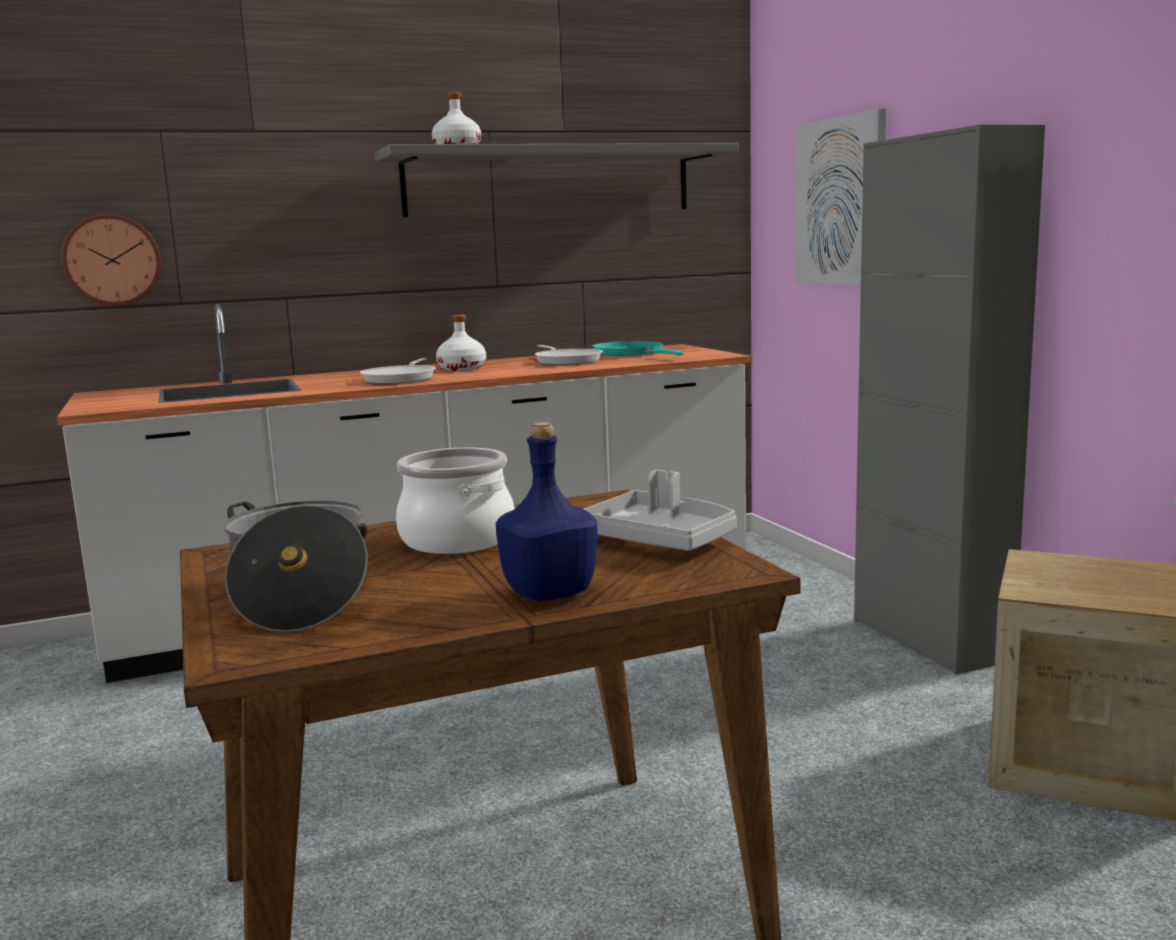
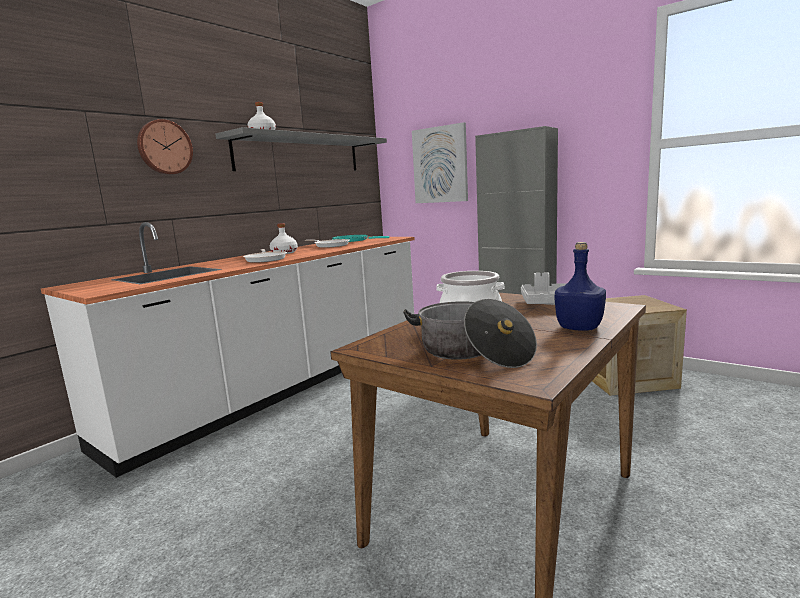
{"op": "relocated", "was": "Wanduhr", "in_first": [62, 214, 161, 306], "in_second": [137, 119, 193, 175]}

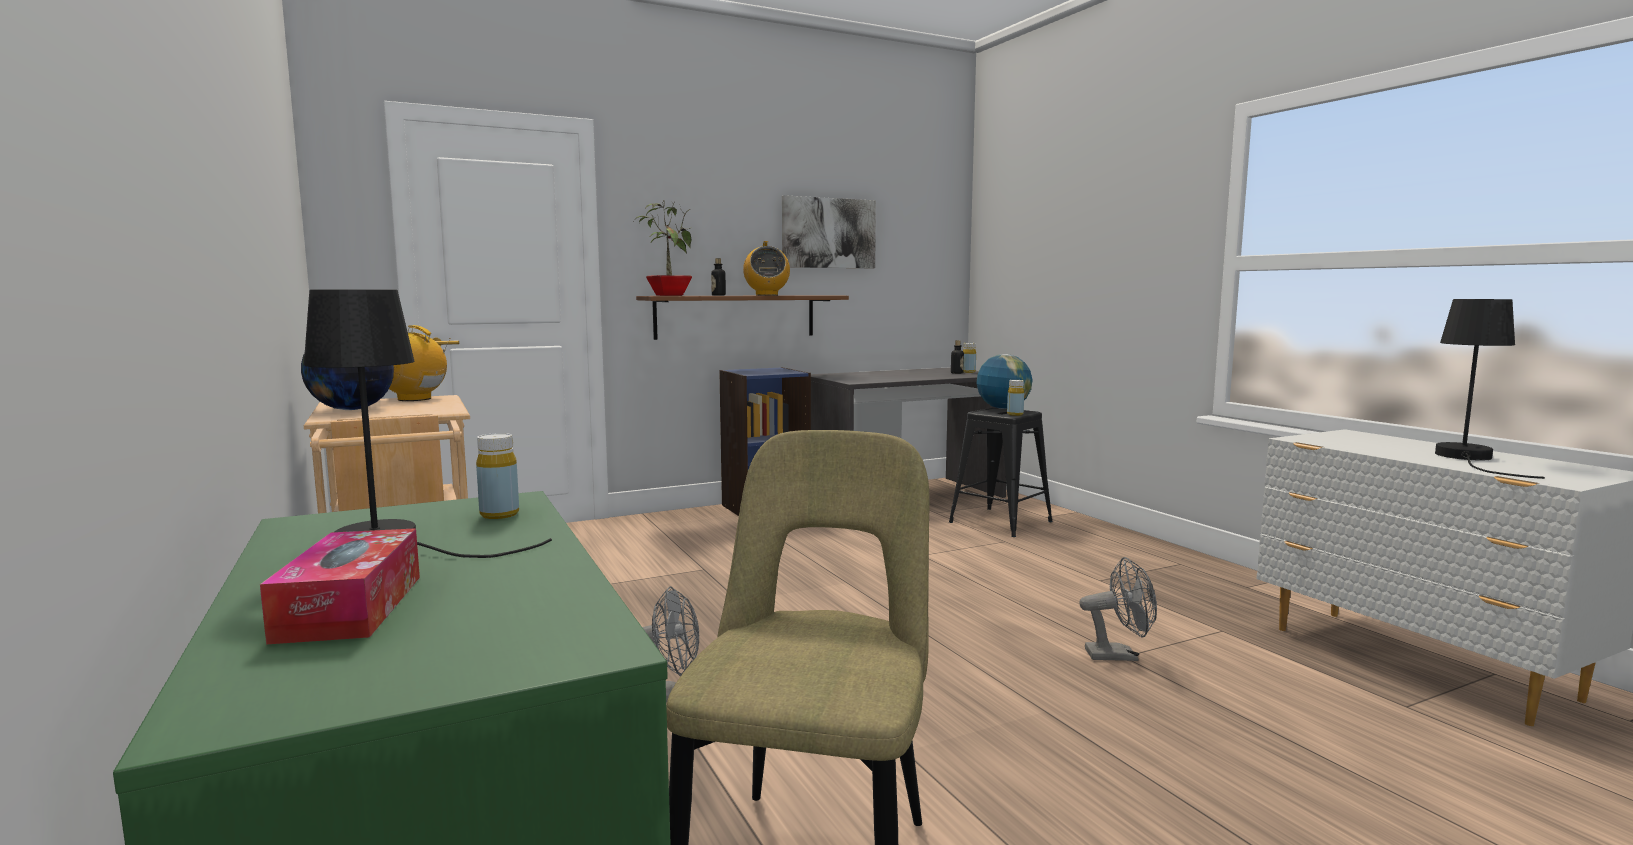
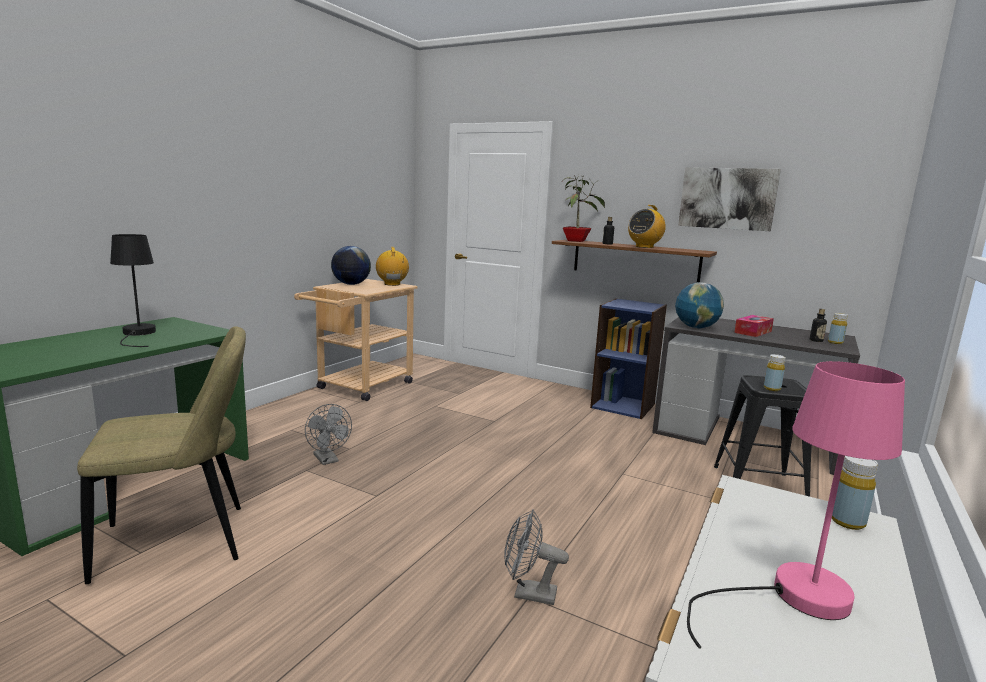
{"op": "spun", "was": "Ventilator (grau)", "in_first": [1079, 557, 1157, 661], "in_second": [504, 510, 569, 605], "clockwise": 135}
{"op": "relocated", "was": "Globus", "in_first": [976, 354, 1033, 409], "in_second": [675, 282, 724, 328]}
{"op": "colour", "was": "Tischlampe (schwarz)", "now": "Tischlampe (rosa)", "in_first": [1435, 299, 1545, 479], "in_second": [687, 361, 905, 649]}
{"op": "relocated", "was": "Taschentuchbox", "in_first": [260, 528, 420, 645], "in_second": [734, 315, 774, 337]}
{"op": "relocated", "was": "Flasche (gelb)", "in_first": [476, 433, 519, 519], "in_second": [832, 456, 878, 530]}

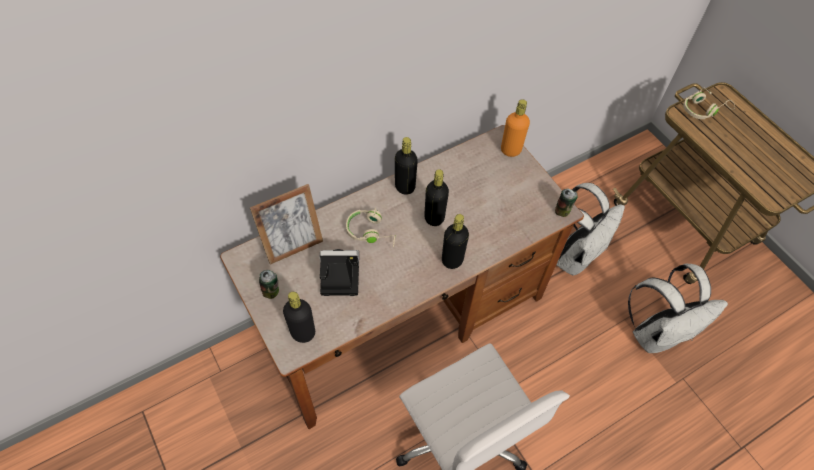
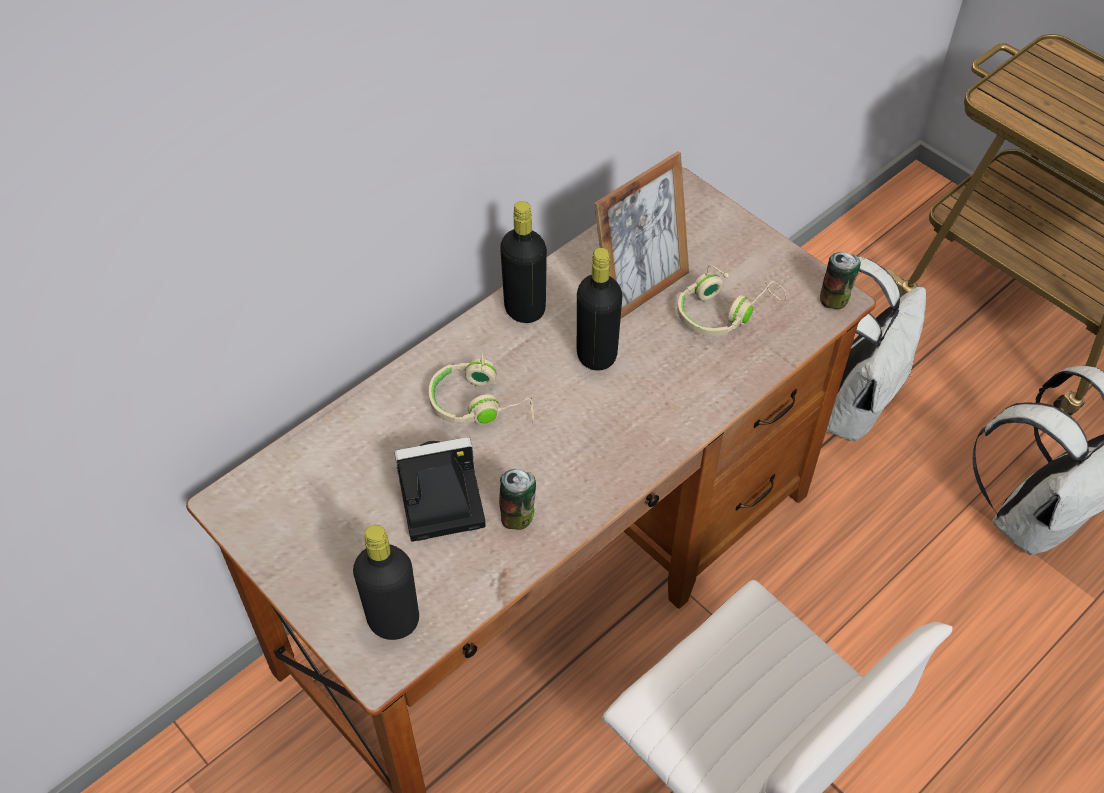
{"op": "relocated", "was": "Dose", "in_first": [259, 270, 279, 299], "in_second": [499, 469, 536, 530]}
{"op": "relocated", "was": "Bilderrahmen", "in_first": [250, 184, 323, 265], "in_second": [594, 151, 689, 319]}
{"op": "relocated", "was": "Kopfhörer (beige)", "in_first": [683, 87, 735, 119], "in_second": [677, 265, 786, 336]}
{"op": "missing", "was": "Flasche (schwarz)", "in_first": [442, 214, 469, 269]}
{"op": "missing", "was": "Flasche (orange)", "in_first": [501, 99, 530, 157]}

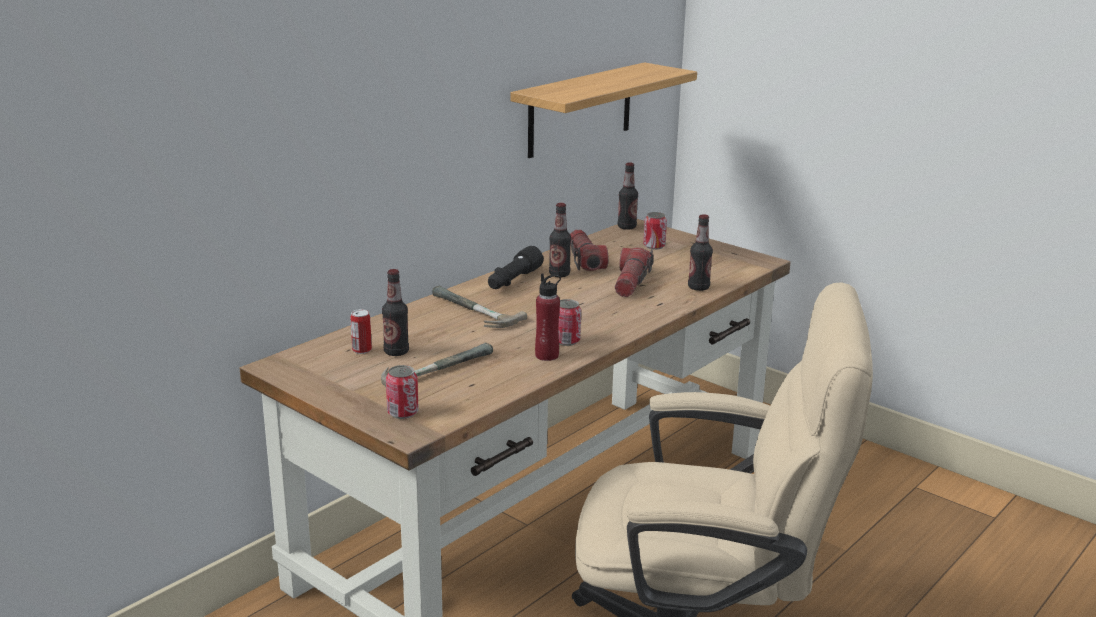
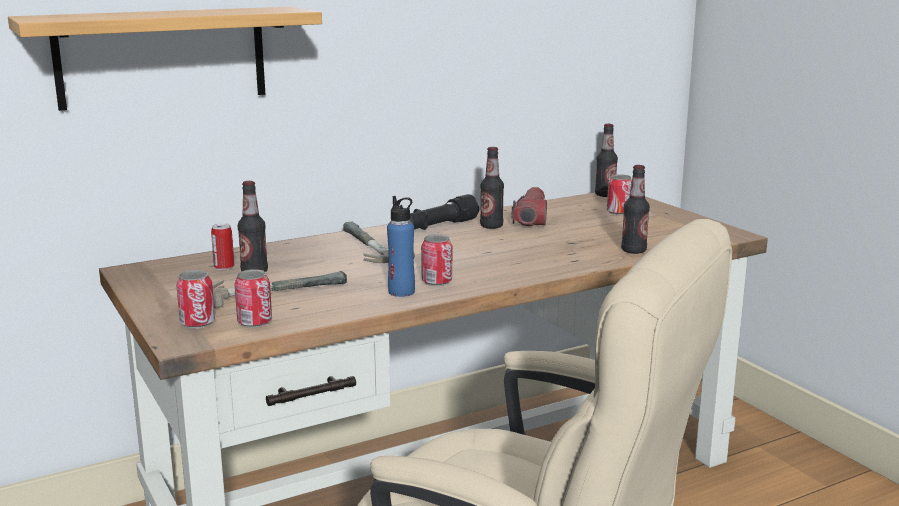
{"op": "relocated", "was": "Wandregal", "in_first": [510, 62, 697, 158], "in_second": [8, 7, 322, 111]}
{"op": "appeared", "now": "Dose", "in_second": [234, 269, 272, 328]}
{"op": "colour", "was": "Flasche (rot)", "now": "Flasche (blau)", "in_first": [535, 274, 561, 361], "in_second": [387, 196, 415, 297]}
{"op": "missing", "was": "Taschenlampe", "in_first": [615, 248, 654, 297]}

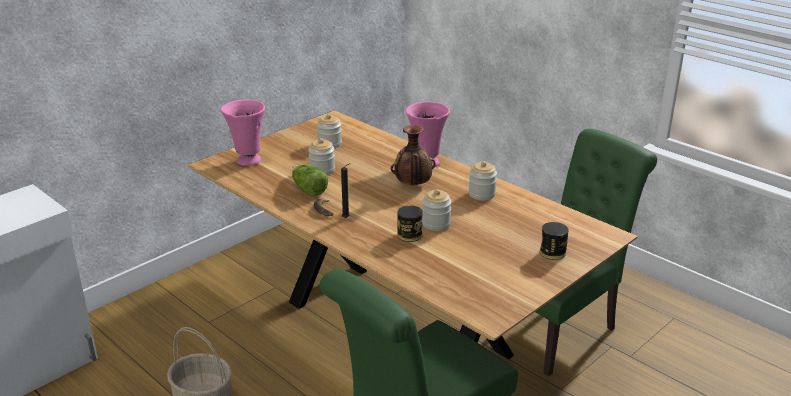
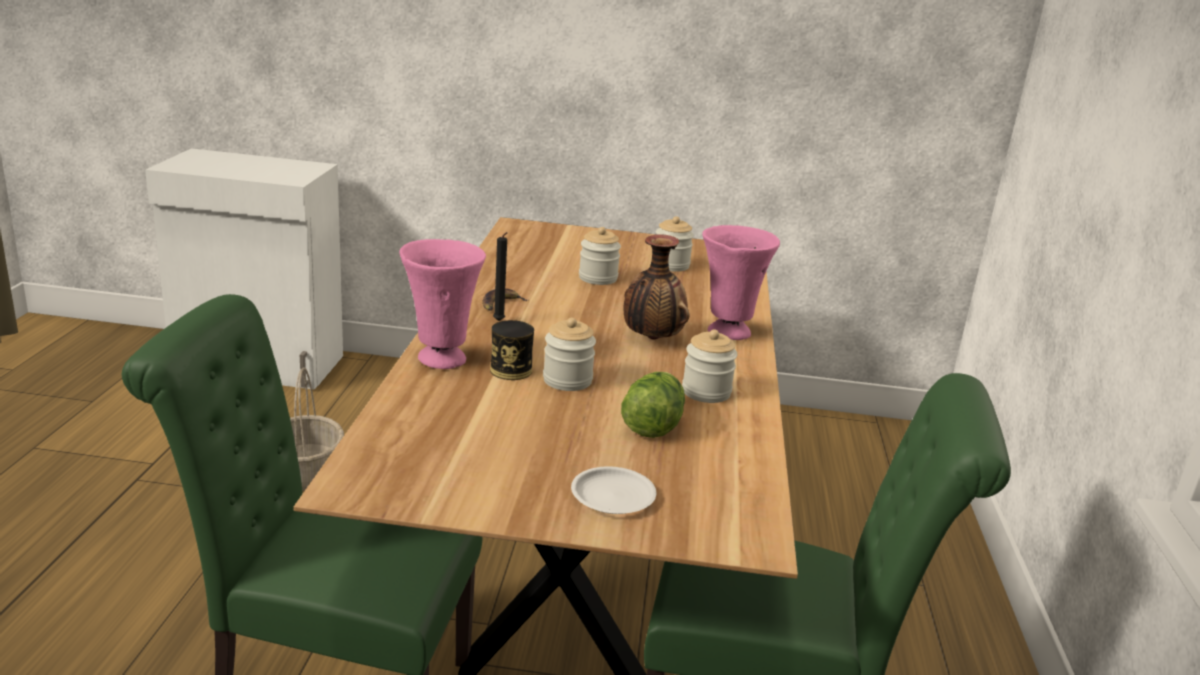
{"op": "relocated", "was": "Vase (rosa)", "in_first": [221, 100, 265, 166], "in_second": [399, 239, 486, 369]}
{"op": "exchanged", "was": "Dose", "now": "Teller (weiß)", "in_first": [540, 222, 569, 260], "in_second": [571, 467, 657, 514]}
{"op": "relocated", "was": "Salatkopf", "in_first": [292, 164, 328, 196], "in_second": [621, 372, 685, 438]}

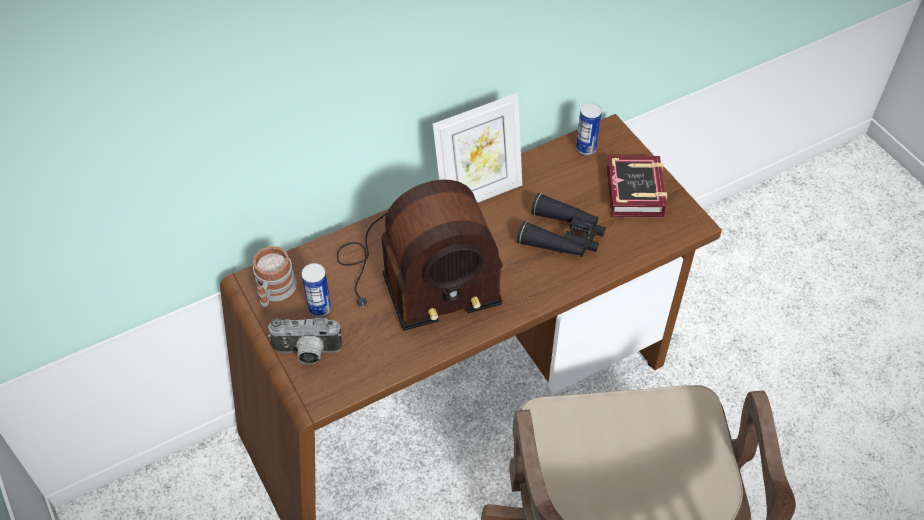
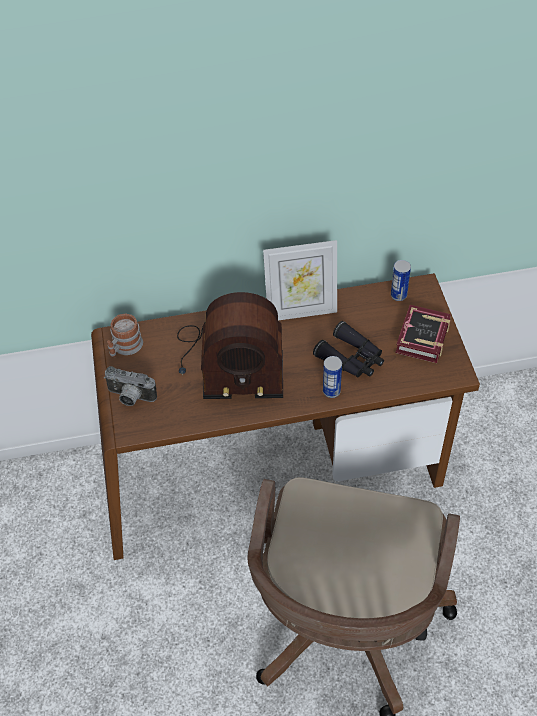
{"op": "relocated", "was": "Dose", "in_first": [301, 263, 331, 317], "in_second": [323, 356, 342, 398]}

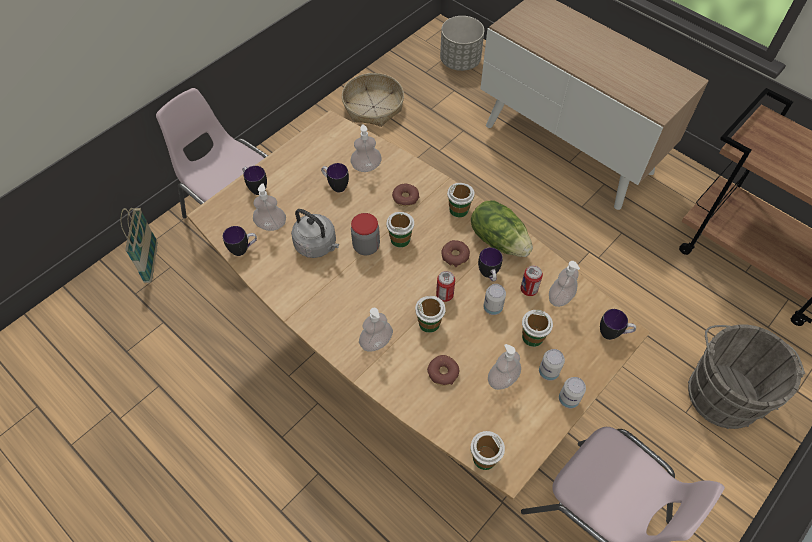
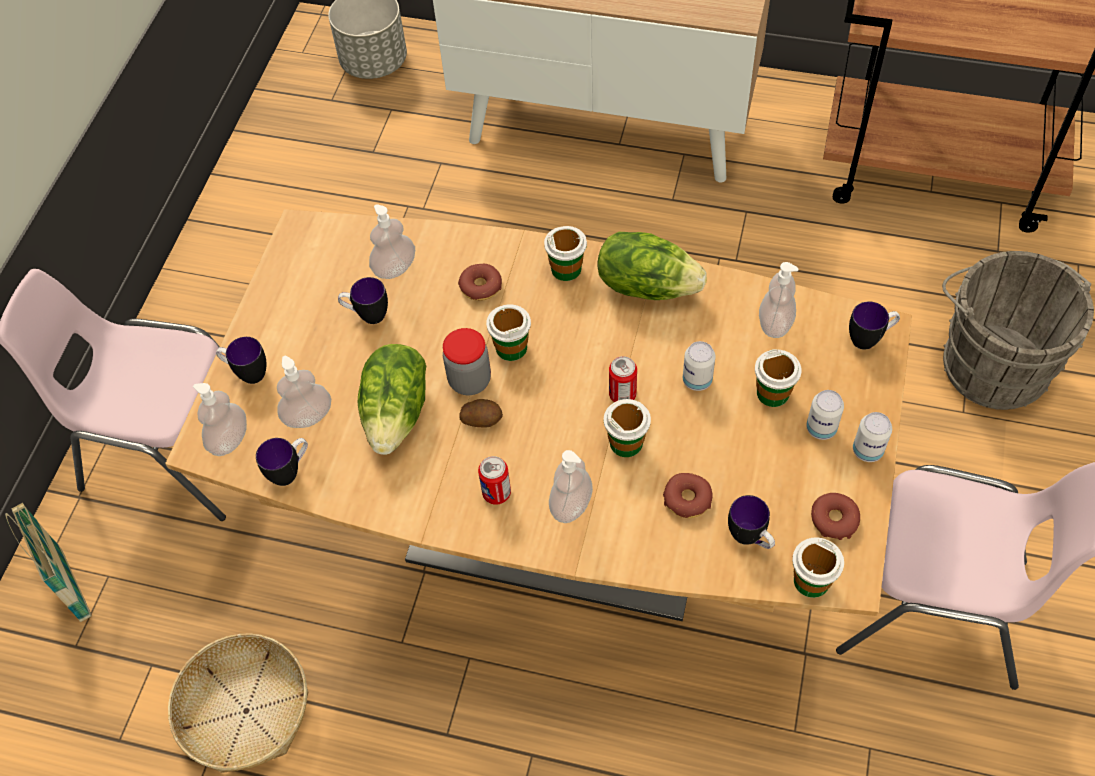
{"op": "relocated", "was": "Korb", "in_first": [342, 73, 404, 127], "in_second": [168, 633, 308, 773]}
{"op": "relocated", "was": "Seifenspender", "in_first": [488, 344, 521, 390], "in_second": [193, 383, 247, 456]}
{"op": "exchanged", "was": "Wasserkessel (grau)", "now": "Salatkopf", "in_first": [291, 209, 339, 258], "in_second": [358, 344, 426, 455]}
{"op": "appeared", "now": "Kartoffel", "in_second": [459, 399, 503, 428]}
{"op": "relocated", "was": "Dose", "in_first": [521, 266, 543, 296], "in_second": [478, 456, 511, 505]}
{"op": "relocated", "was": "Henkelbecher", "in_first": [478, 247, 503, 281], "in_second": [728, 495, 775, 549]}
{"op": "relocated", "was": "Donut", "in_first": [441, 240, 470, 267], "in_second": [811, 493, 860, 540]}

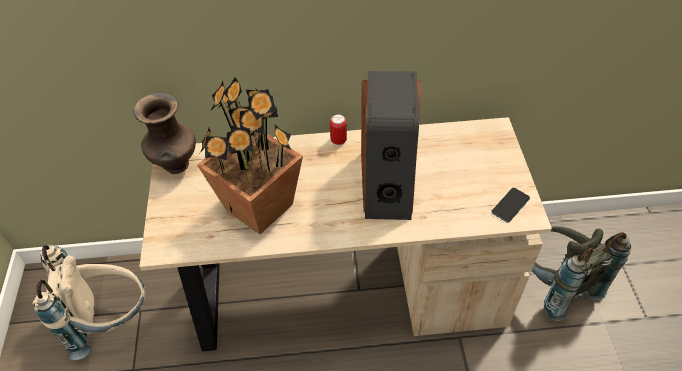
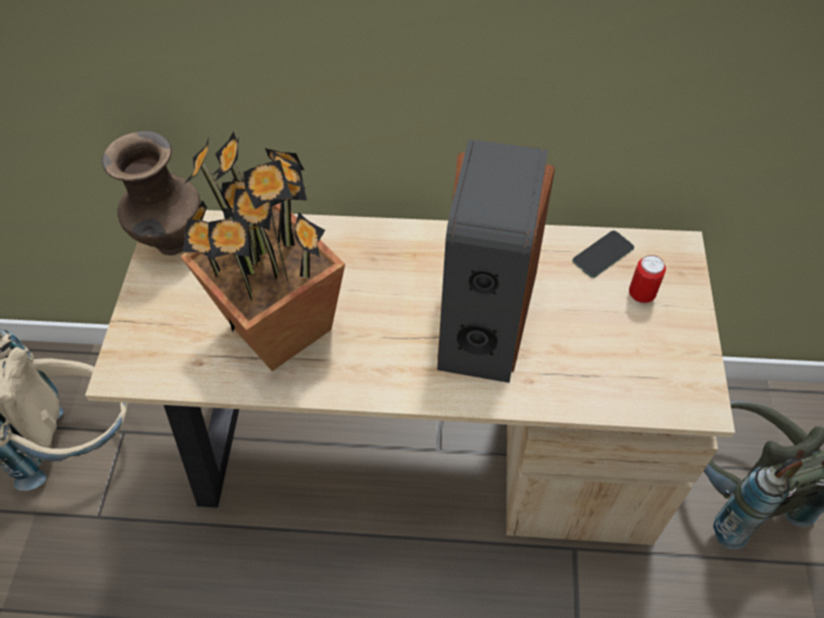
{"op": "relocated", "was": "Handy", "in_first": [491, 188, 530, 223], "in_second": [572, 230, 634, 278]}
{"op": "relocated", "was": "Dose", "in_first": [330, 114, 347, 146], "in_second": [629, 255, 666, 304]}

